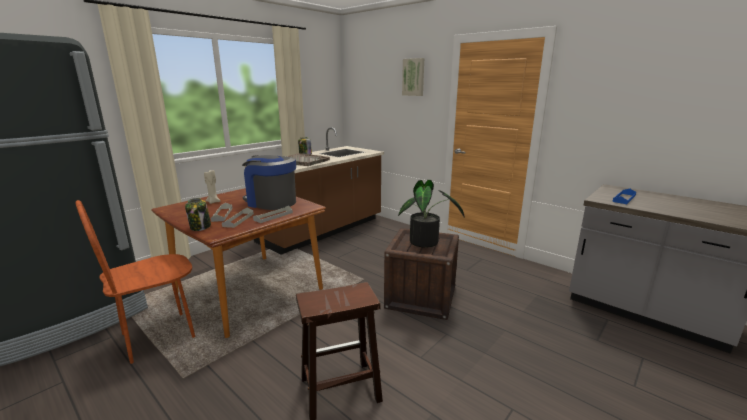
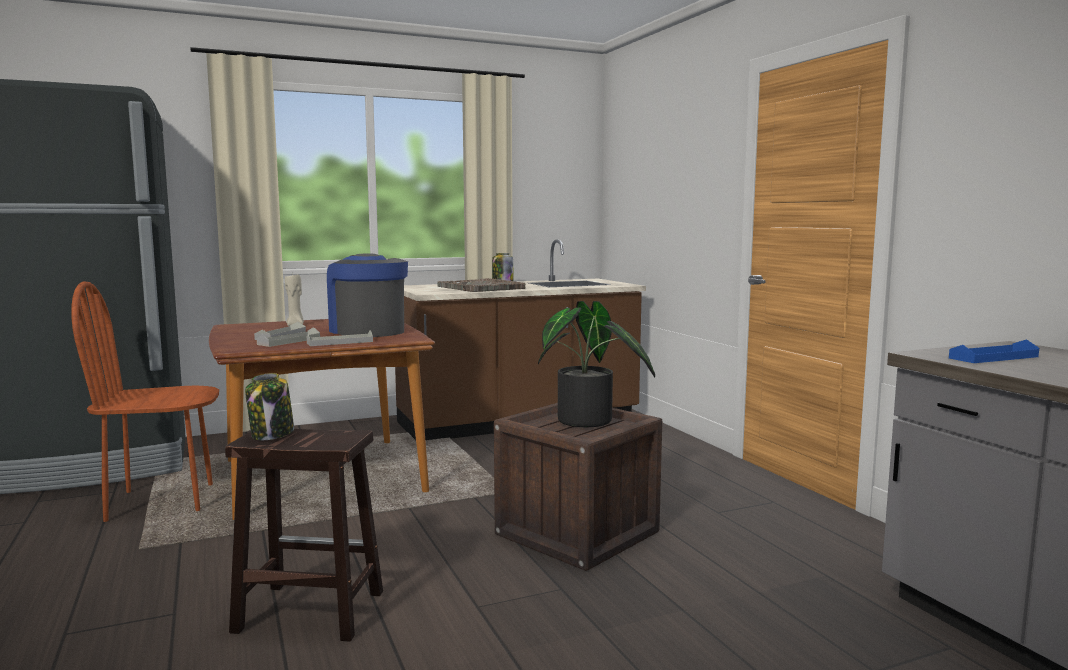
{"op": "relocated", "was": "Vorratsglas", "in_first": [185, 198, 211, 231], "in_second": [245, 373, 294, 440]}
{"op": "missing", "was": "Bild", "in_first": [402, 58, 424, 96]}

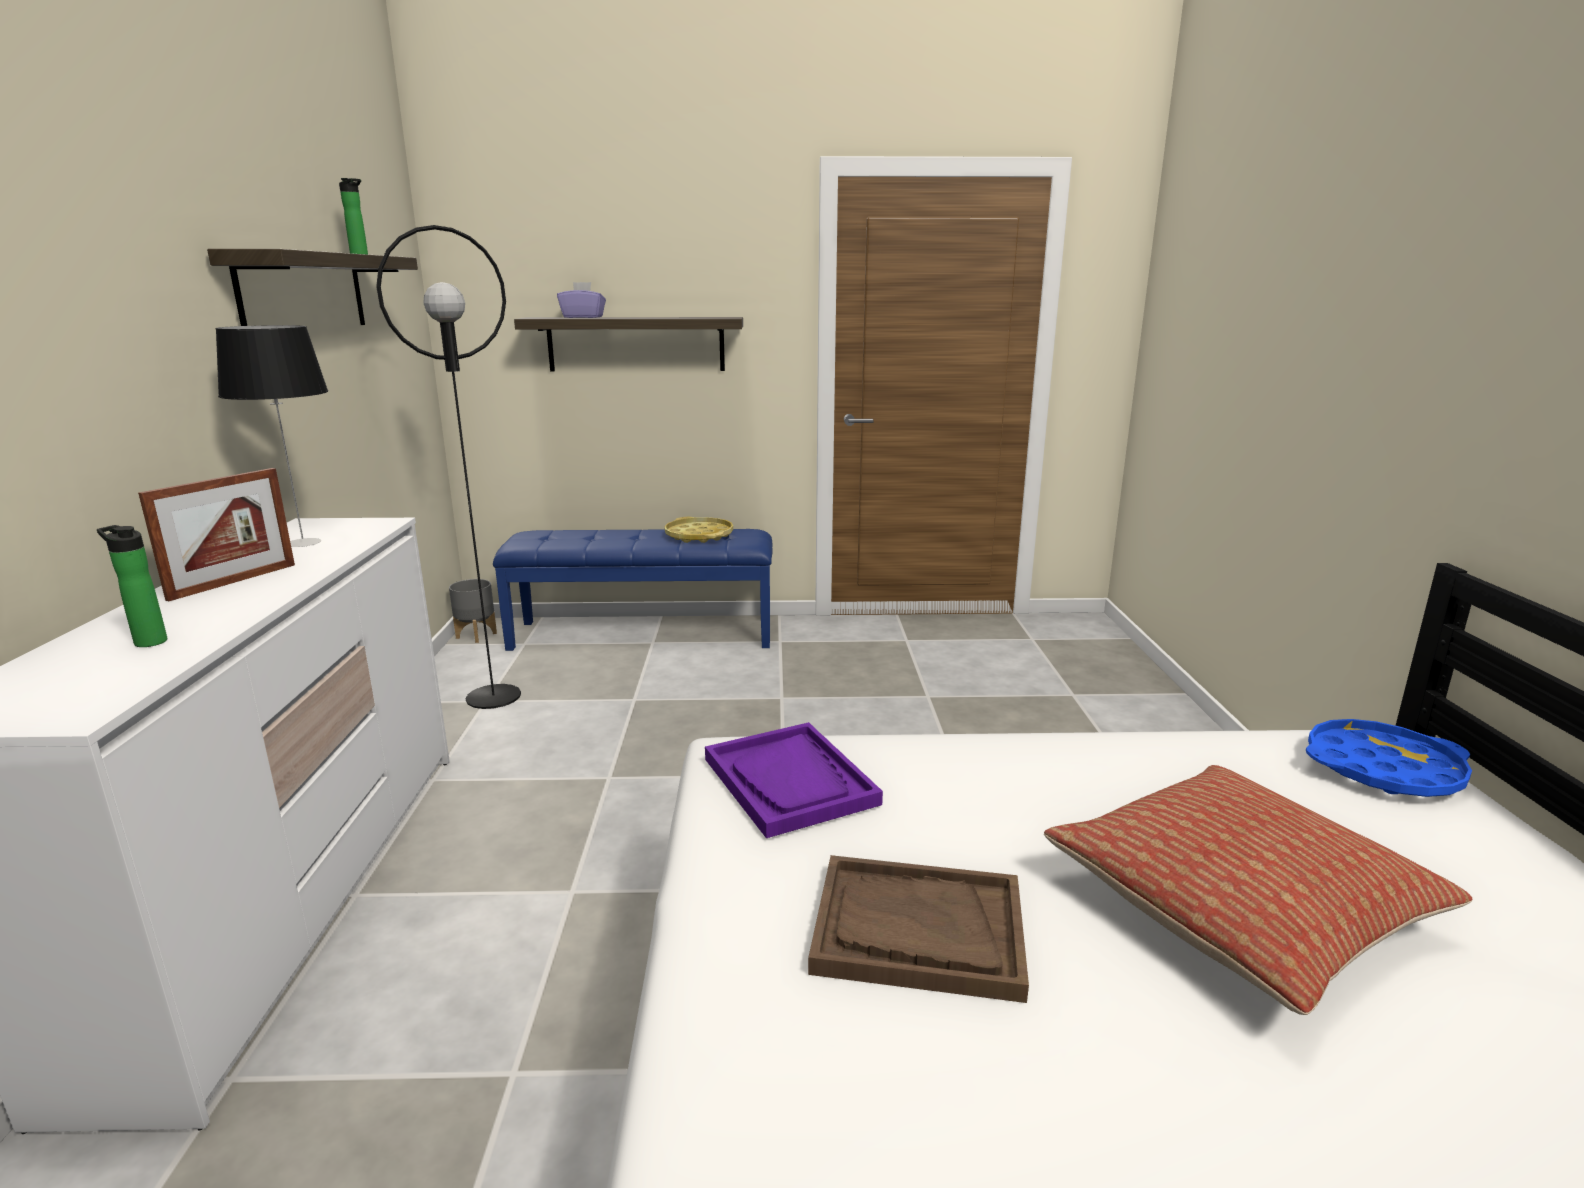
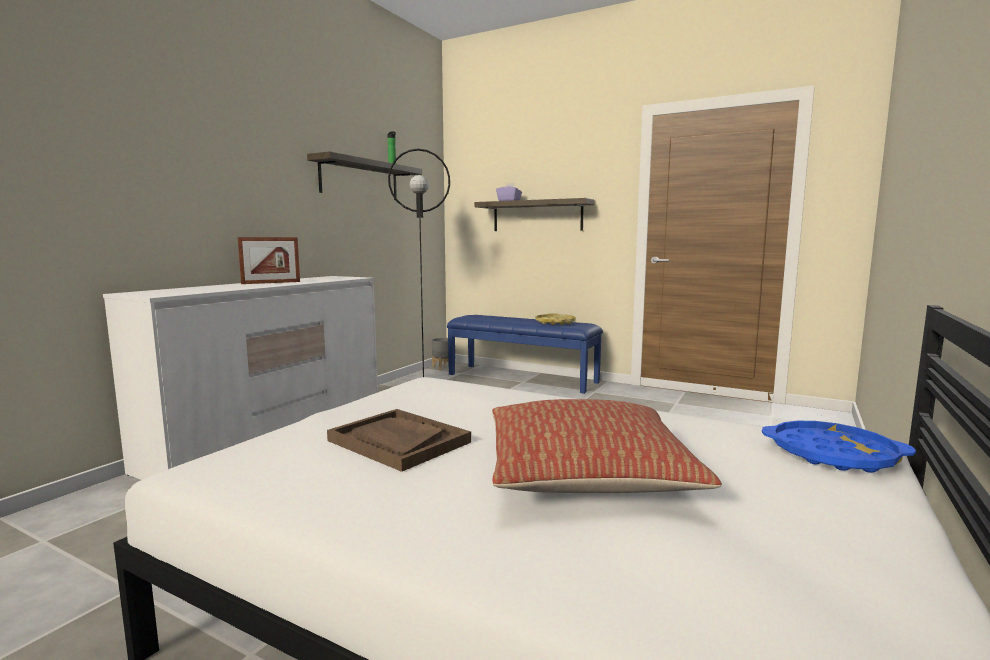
{"op": "missing", "was": "Flasche", "in_first": [97, 525, 167, 647]}
{"op": "missing", "was": "Tischlampe", "in_first": [215, 325, 328, 547]}
{"op": "missing", "was": "Tablett (lila)", "in_first": [705, 722, 883, 838]}

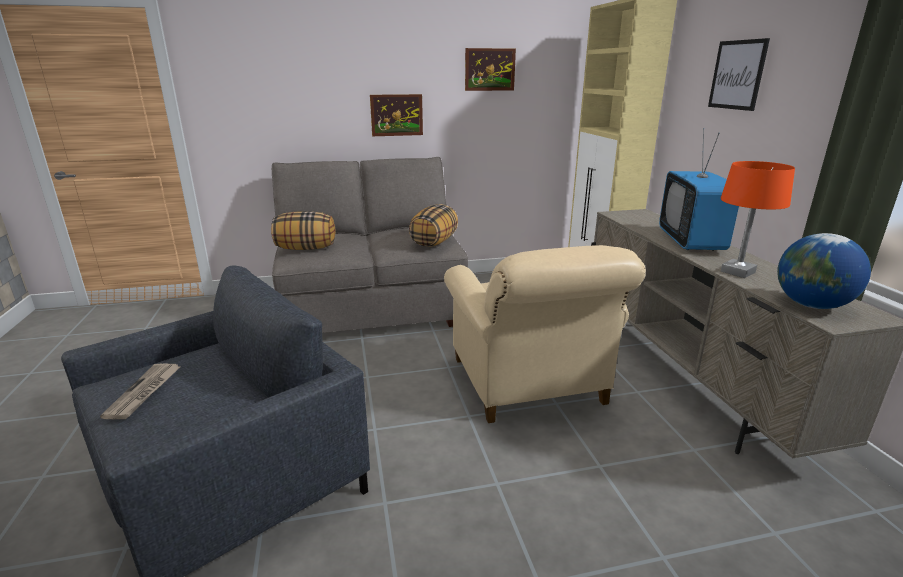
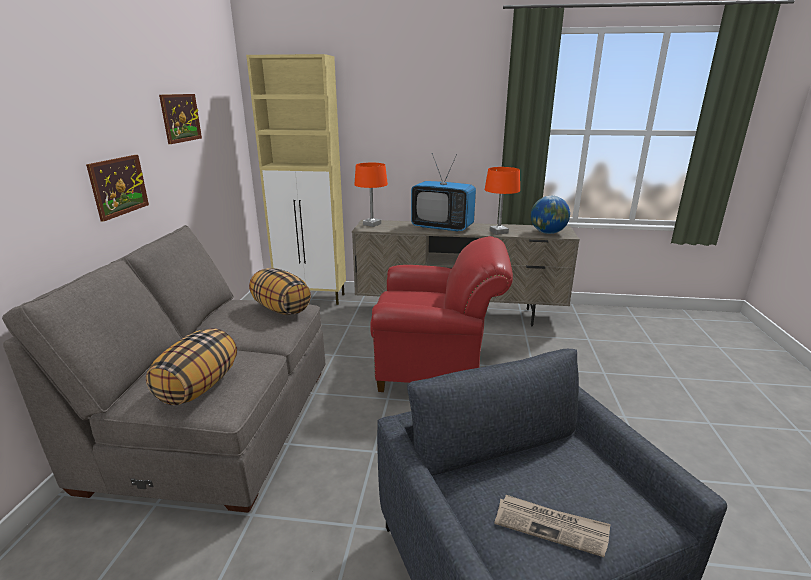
{"op": "appeared", "now": "Tischlampe (orange)", "in_second": [354, 163, 388, 227]}
{"op": "colour", "was": "Sessel (beige)", "now": "Sessel (rot)", "in_first": [444, 245, 646, 423], "in_second": [370, 236, 513, 392]}
{"op": "missing", "was": "Bild", "in_first": [708, 38, 770, 111]}

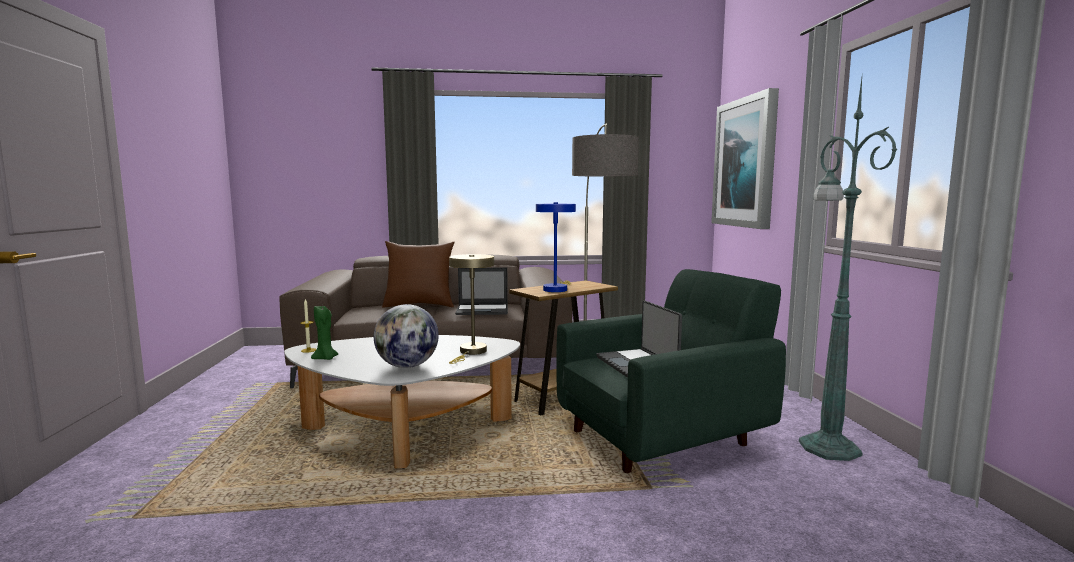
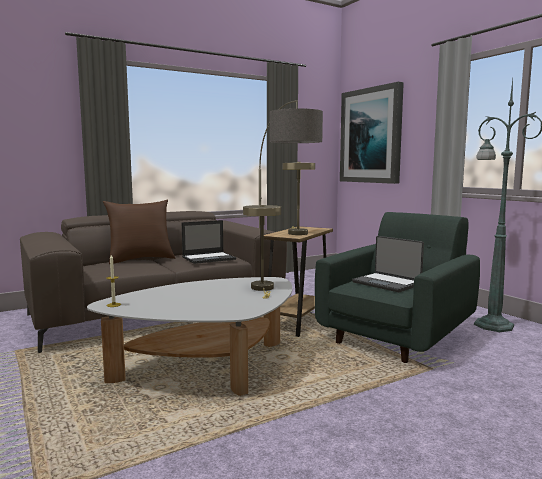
{"op": "colour", "was": "Tischlampe (blau)", "now": "Tischlampe (beige)", "in_first": [536, 202, 576, 292], "in_second": [282, 162, 315, 235]}
{"op": "missing", "was": "Kerze (grün)", "in_first": [311, 305, 339, 360]}
{"op": "missing", "was": "Globus", "in_first": [374, 304, 439, 368]}

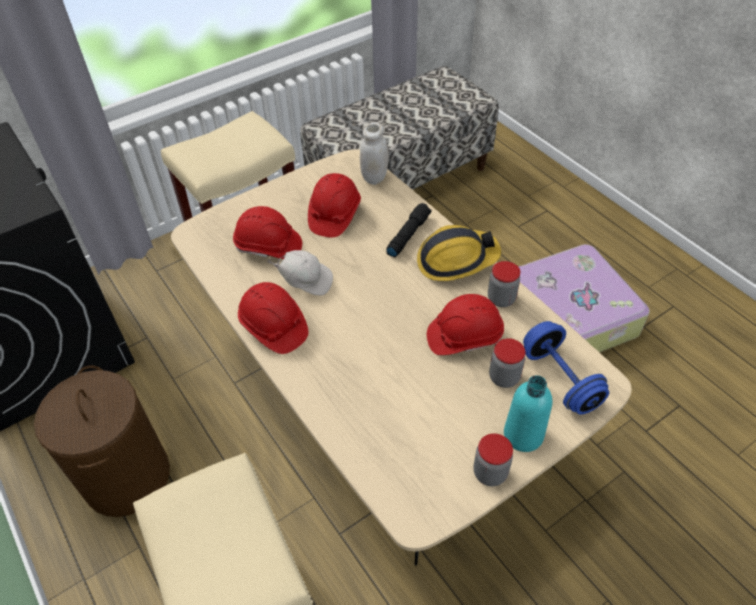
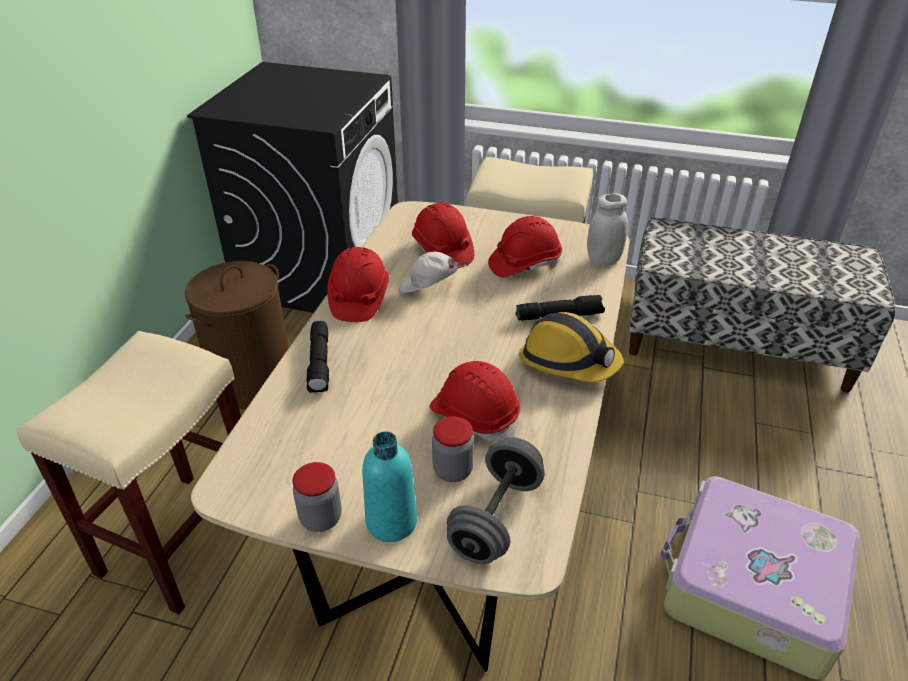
{"op": "appeared", "now": "Taschenlampe (schwarz)", "in_second": [307, 321, 329, 393]}
{"op": "spun", "was": "Kappe (weiß)", "in_first": [267, 250, 333, 296], "in_second": [399, 251, 467, 293], "clockwise": 120}
{"op": "colour", "was": "Hantel (blau)", "now": "Hantel (grau)", "in_first": [523, 321, 609, 415], "in_second": [447, 437, 545, 564]}
{"op": "missing", "was": "Vorratsglas", "in_first": [488, 261, 520, 307]}

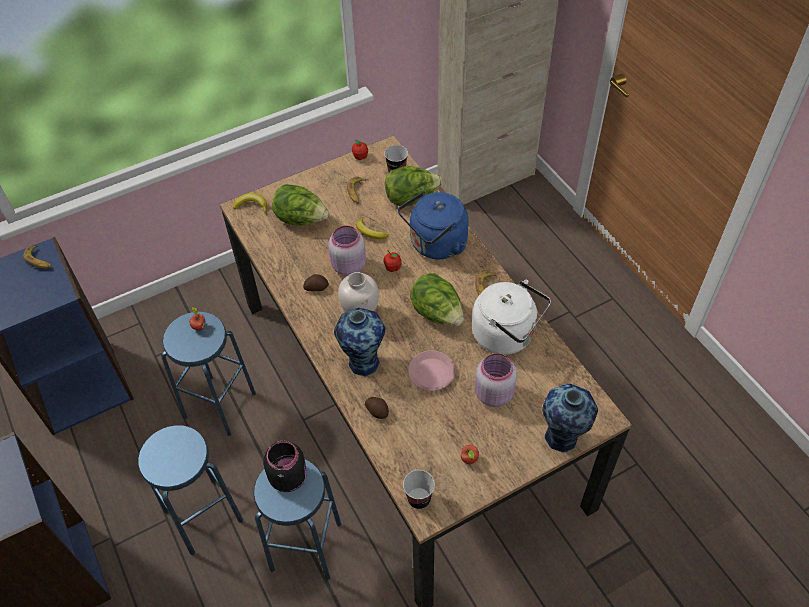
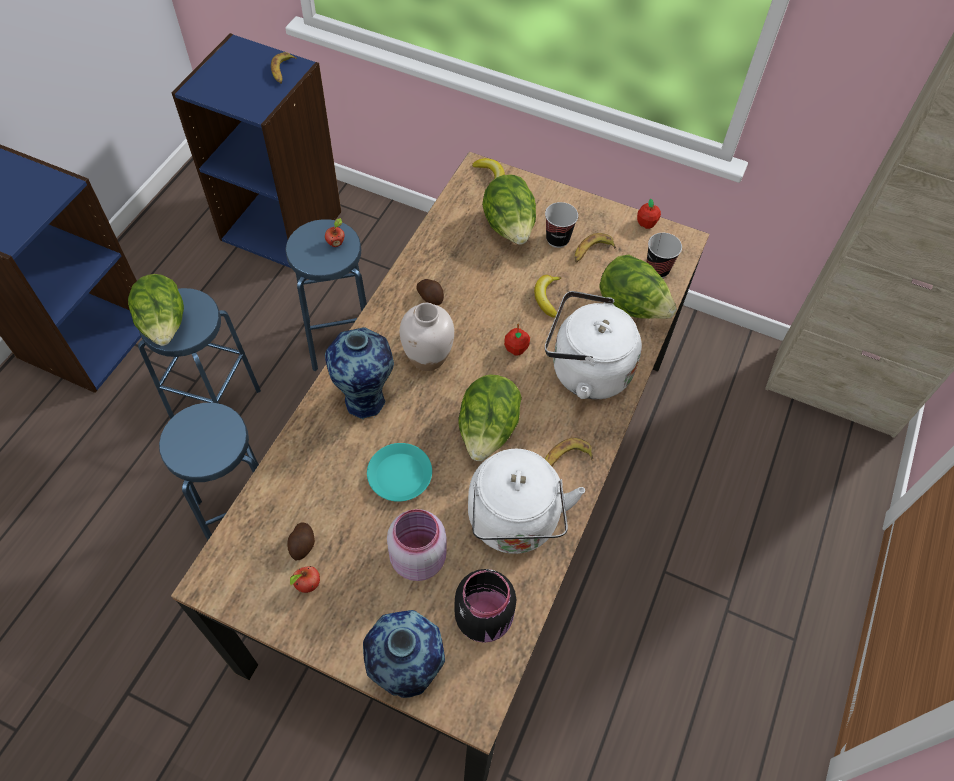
{"op": "appeared", "now": "Salatkopf", "in_second": [128, 274, 184, 346]}
{"op": "relocated", "was": "Kartoffel", "in_first": [365, 397, 389, 419], "in_second": [287, 522, 315, 561]}
{"op": "colour", "was": "Teller (rosa)", "now": "Teller (türkis)", "in_first": [408, 350, 455, 391], "in_second": [367, 443, 432, 502]}
{"op": "relocated", "was": "Vorratsglas (schwarz)", "in_first": [263, 441, 307, 492], "in_second": [455, 569, 516, 643]}
{"op": "relocated", "was": "Tasse", "in_first": [403, 470, 435, 509], "in_second": [545, 202, 578, 248]}
{"op": "colour", "was": "Wasserkessel (blau)", "now": "Wasserkessel (weiß)", "in_first": [398, 191, 469, 259], "in_second": [545, 291, 642, 399]}
{"op": "missing", "was": "Vorratsglas (rosa)", "in_first": [328, 225, 366, 276]}

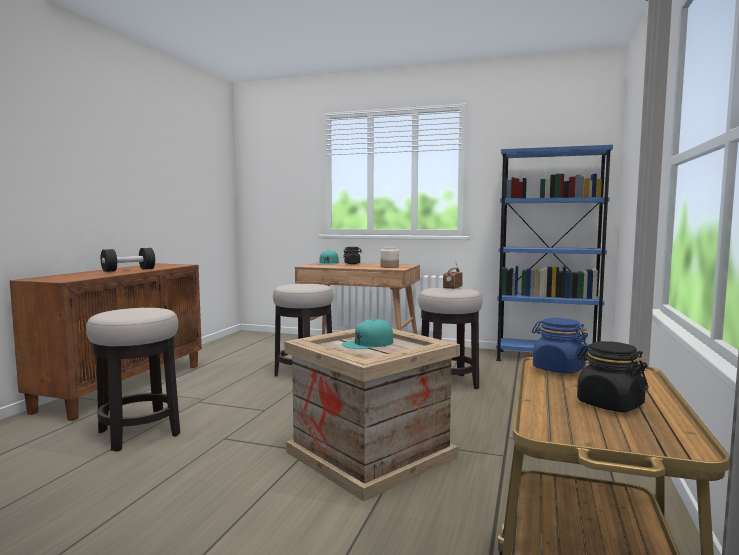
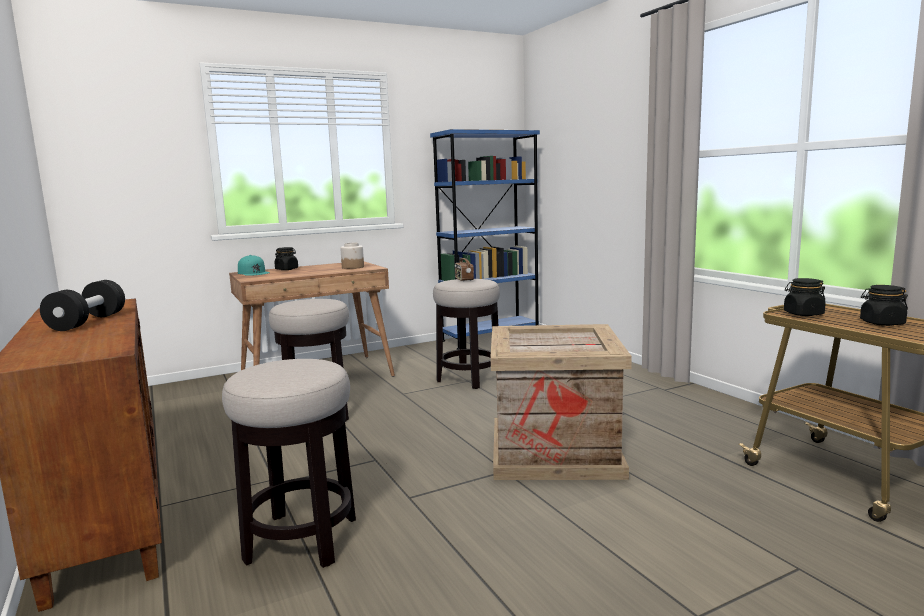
{"op": "colour", "was": "Vorratsglas (blau)", "now": "Vorratsglas (schwarz)", "in_first": [532, 318, 588, 374], "in_second": [784, 278, 826, 316]}
{"op": "missing", "was": "Kappe (türkis)", "in_first": [342, 319, 393, 349]}

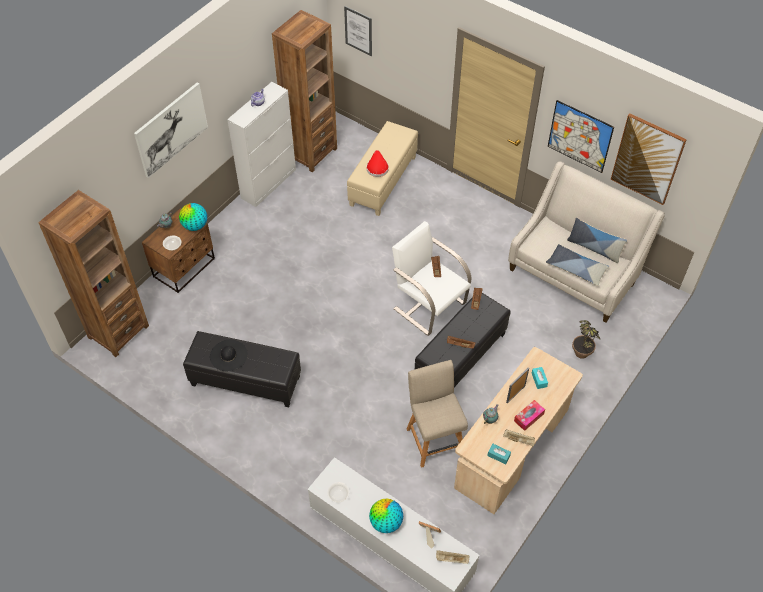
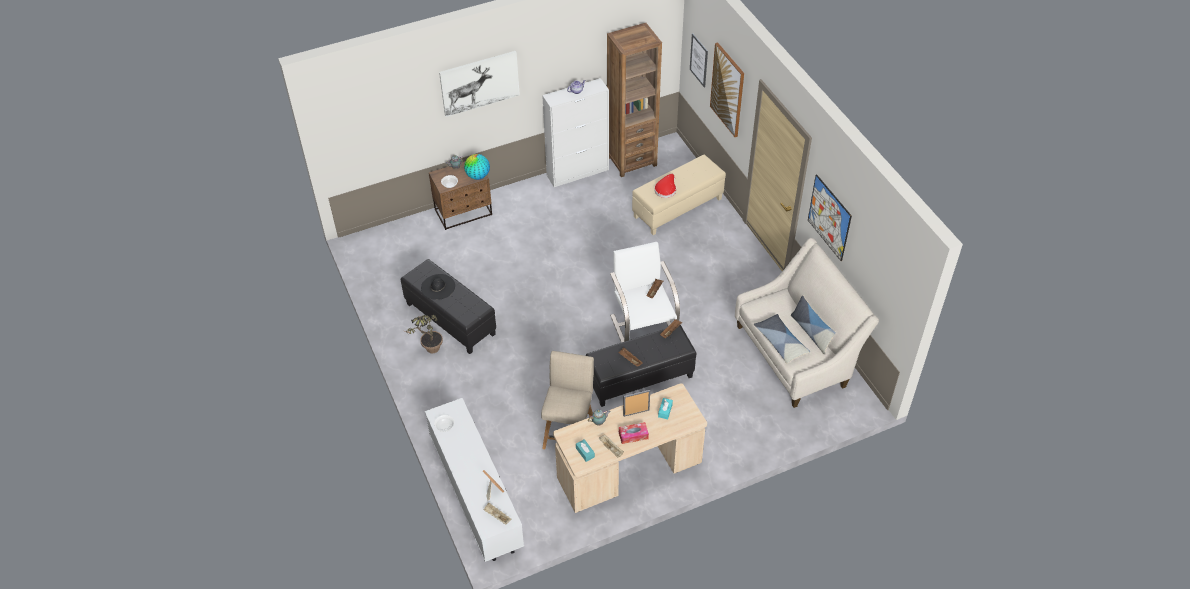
{"op": "relocated", "was": "Topfpflanze", "in_first": [572, 320, 600, 359], "in_second": [405, 315, 443, 353]}
{"op": "relocated", "was": "Bild", "in_first": [611, 114, 687, 205], "in_second": [710, 42, 744, 137]}
{"op": "missing", "was": "Bücherregal (braun)", "in_first": [38, 190, 149, 357]}
{"op": "missing", "was": "Globus", "in_first": [369, 499, 403, 533]}

